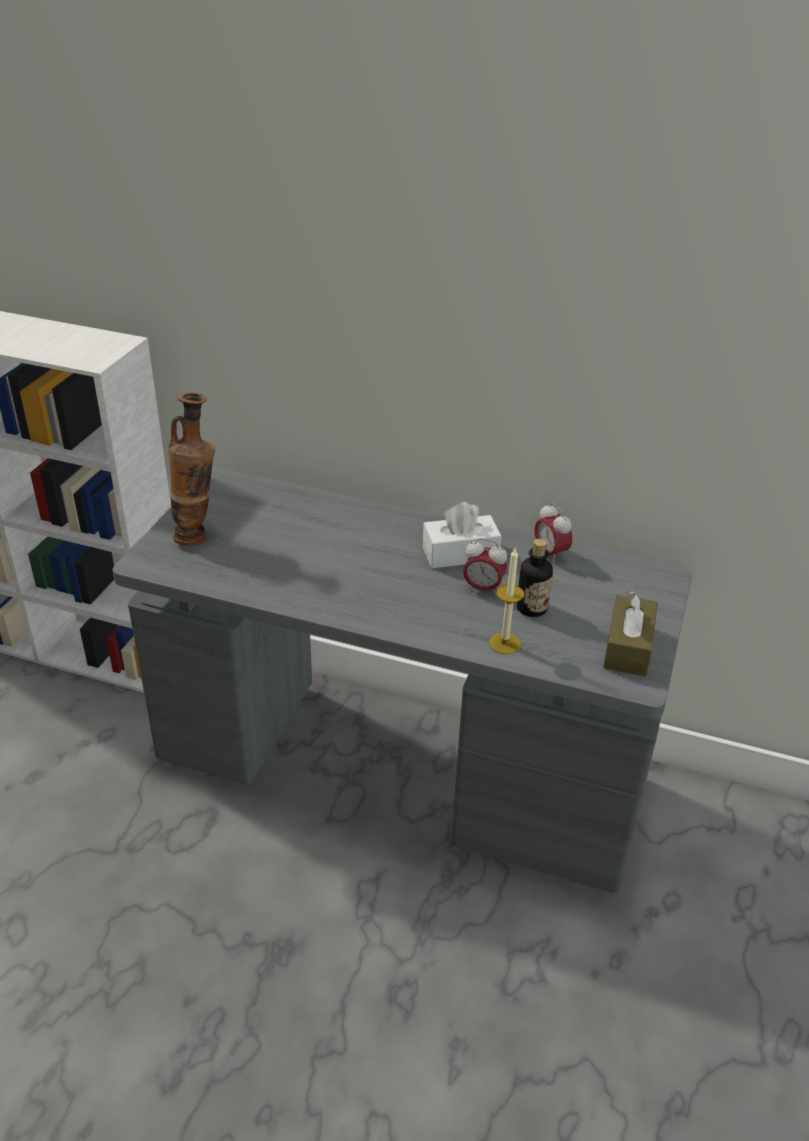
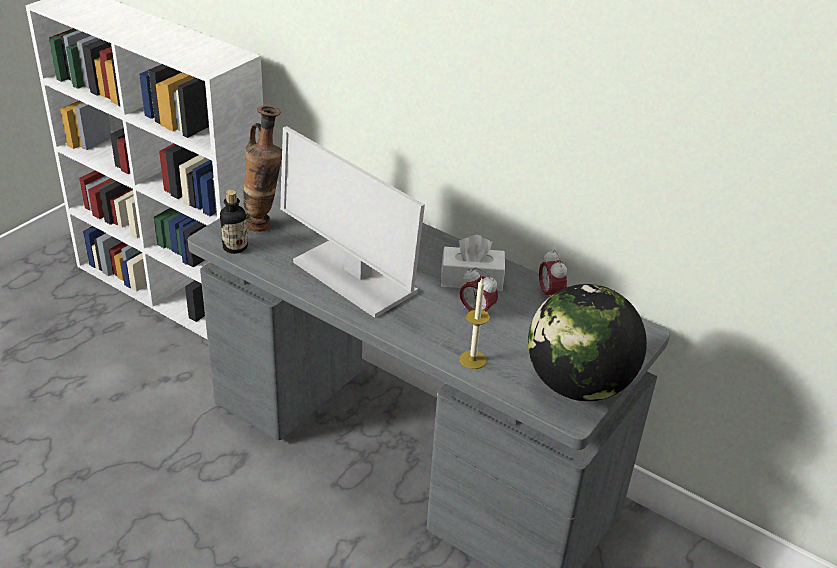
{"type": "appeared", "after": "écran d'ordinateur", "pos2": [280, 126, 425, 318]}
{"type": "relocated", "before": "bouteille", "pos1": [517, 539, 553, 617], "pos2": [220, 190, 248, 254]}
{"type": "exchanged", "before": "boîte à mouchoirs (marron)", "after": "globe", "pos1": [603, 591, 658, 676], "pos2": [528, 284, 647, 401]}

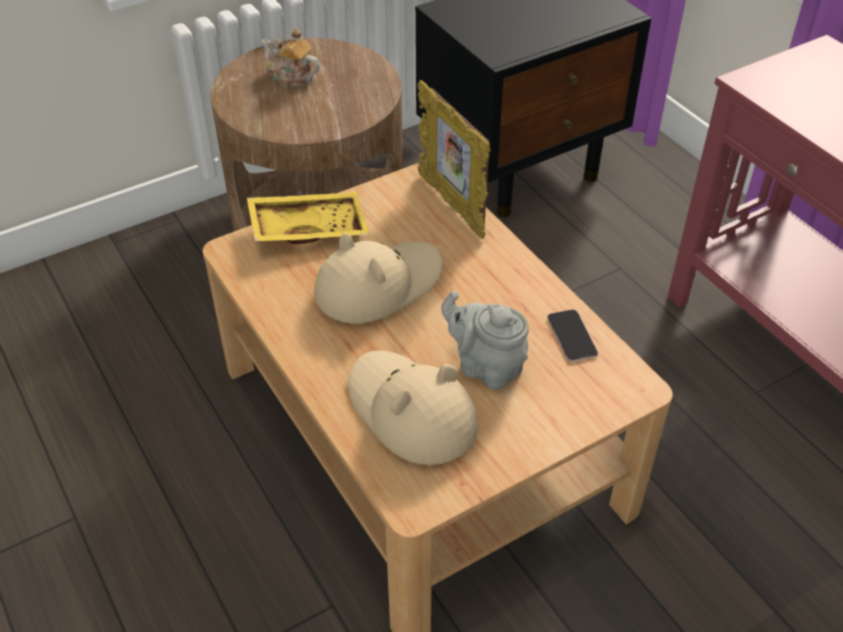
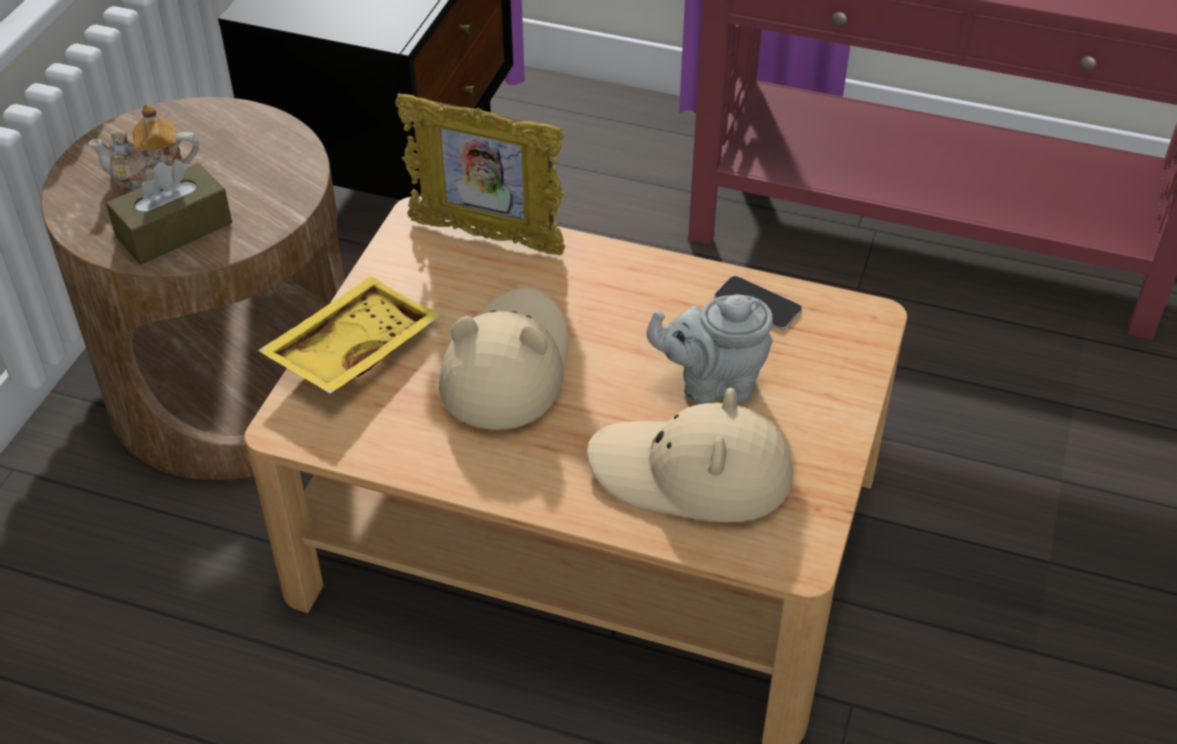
{"type": "appeared", "after": "boîte à mouchoirs (marron)", "pos2": [106, 160, 232, 265]}

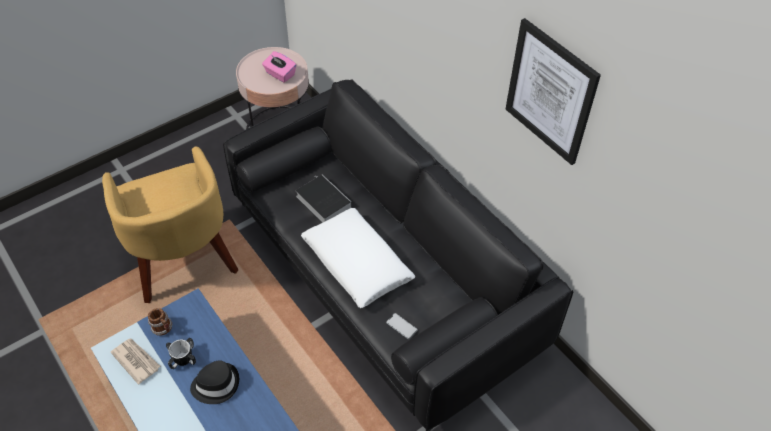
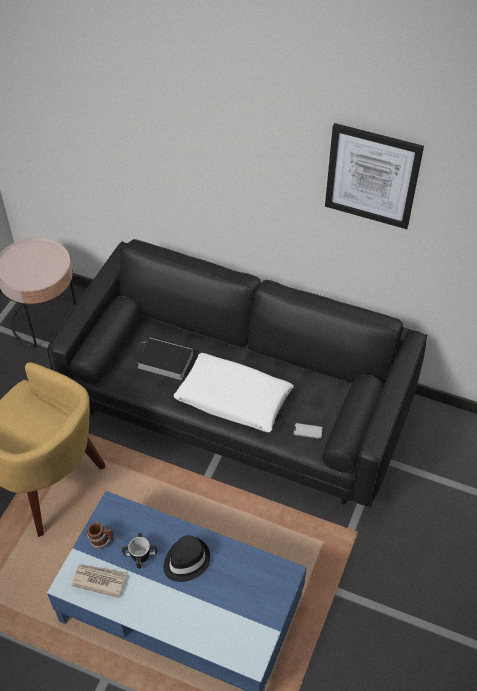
{"type": "missing", "before": "boîte à mouchoirs (rose)", "pos1": [262, 51, 296, 83]}

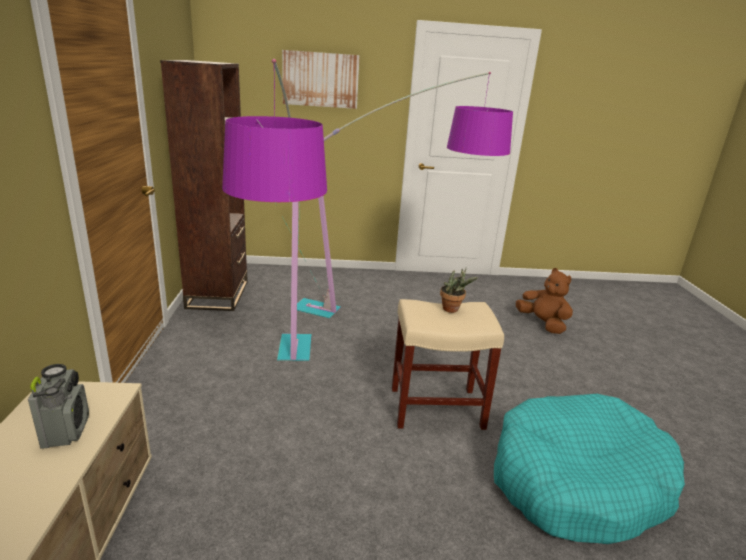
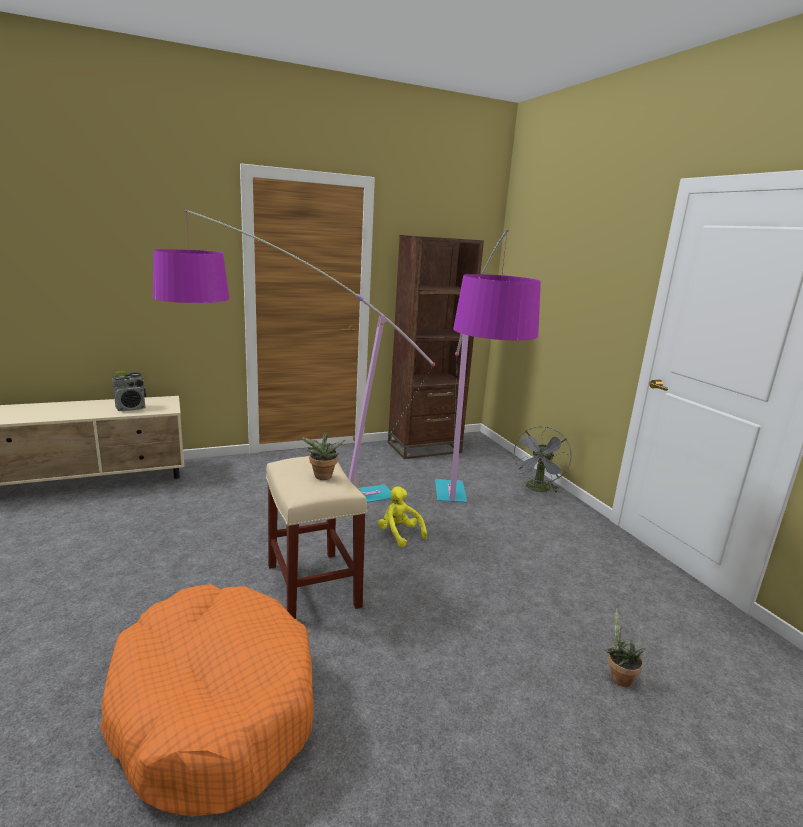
{"type": "missing", "before": "tableau", "pos1": [282, 50, 360, 109]}
{"type": "appeared", "after": "peluche (jaune)", "pos2": [378, 486, 427, 547]}
{"type": "appeared", "after": "ventilateur (gris)", "pos2": [513, 426, 572, 493]}
{"type": "exchanged", "before": "peluche (marron)", "after": "plante en pot", "pos1": [516, 268, 573, 334], "pos2": [605, 607, 645, 687]}
{"type": "colour", "before": "panier pour chien (turquoise)", "after": "panier pour chien (orange)", "pos1": [494, 394, 685, 544], "pos2": [100, 584, 314, 817]}

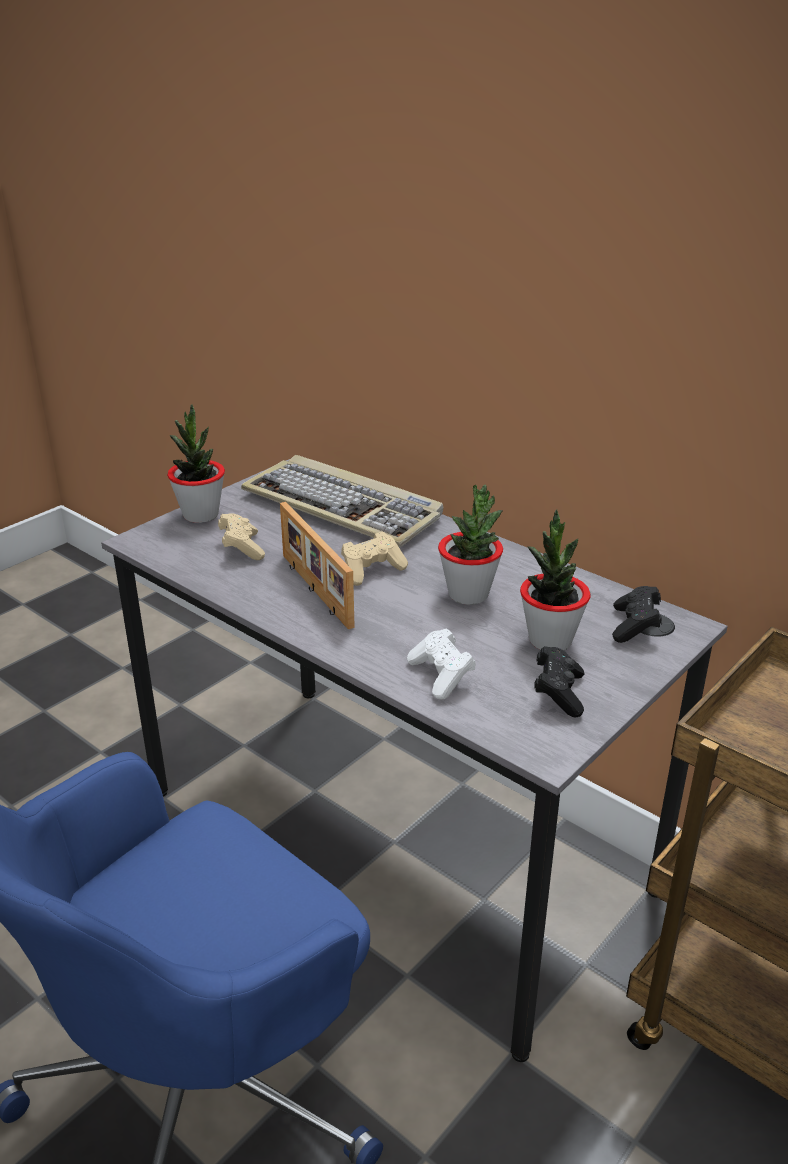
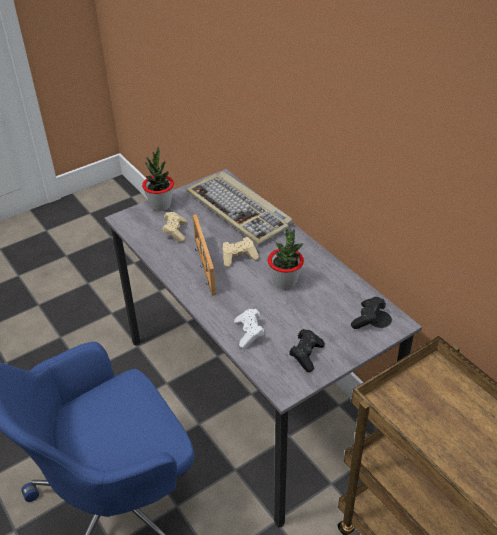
{"type": "missing", "before": "plante en pot", "pos1": [520, 509, 590, 651]}

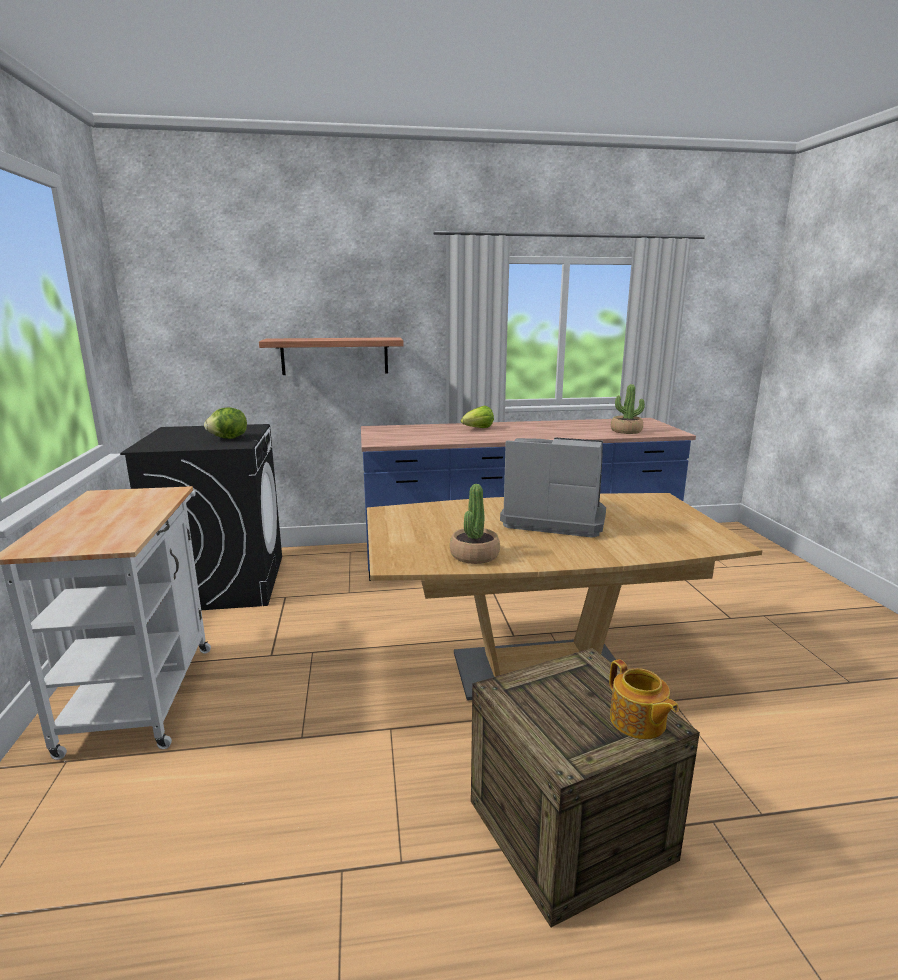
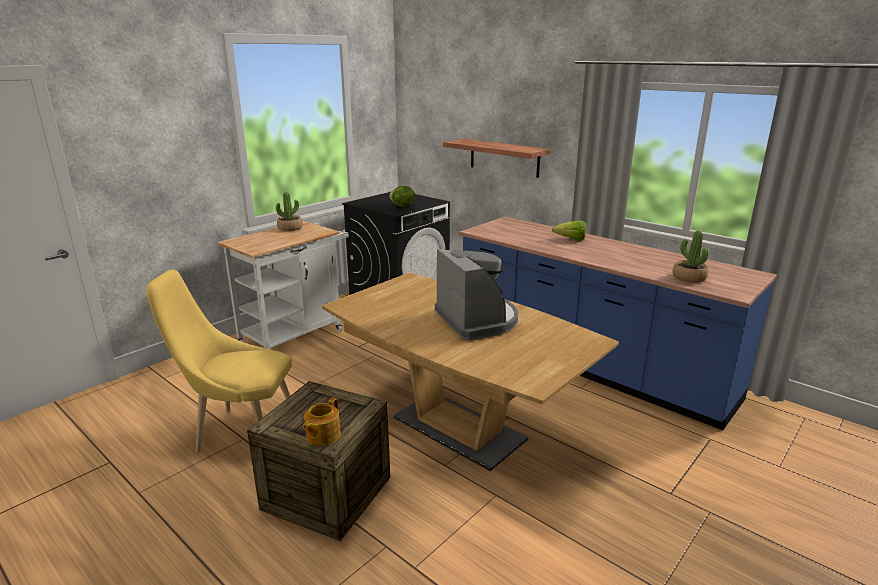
{"type": "appeared", "after": "chaise (jaune)", "pos2": [146, 270, 292, 452]}
{"type": "relocated", "before": "plante en pot", "pos1": [450, 484, 500, 564], "pos2": [276, 192, 303, 231]}

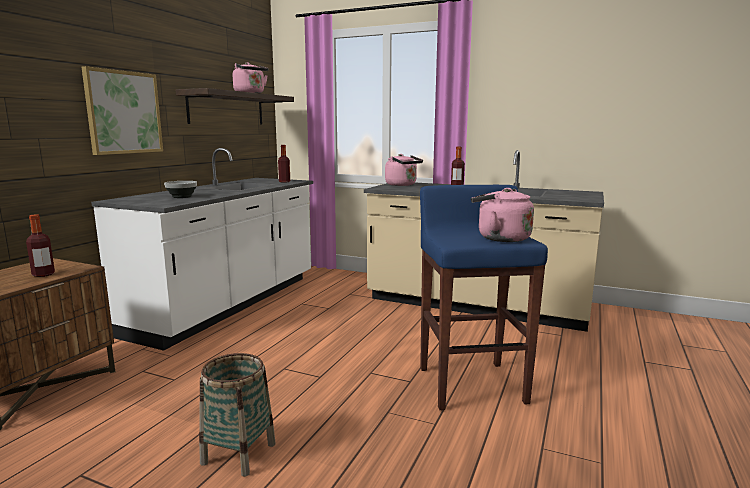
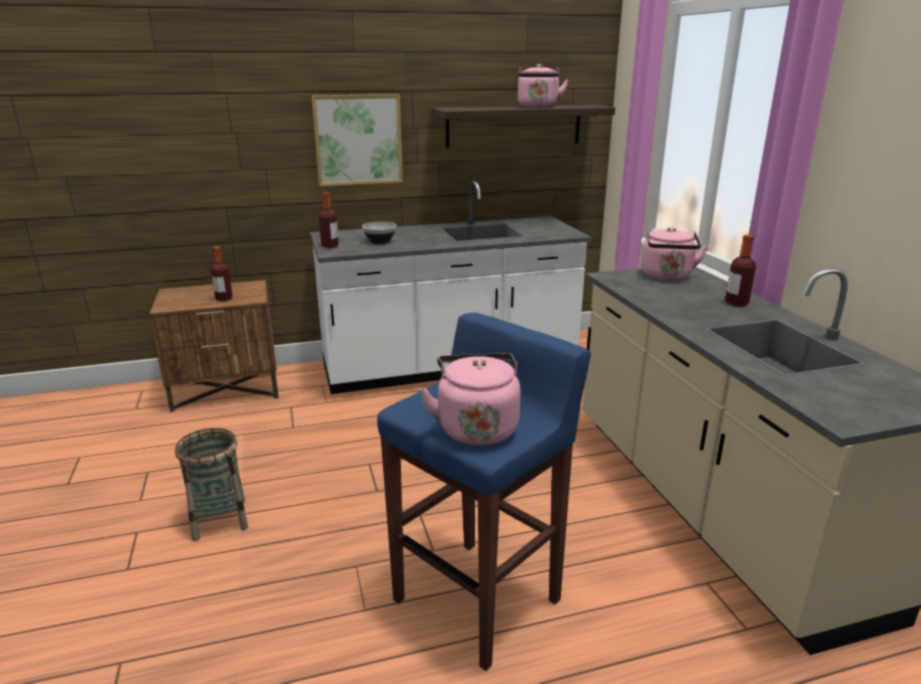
{"type": "relocated", "before": "bouteille", "pos1": [278, 145, 290, 183], "pos2": [319, 192, 339, 248]}

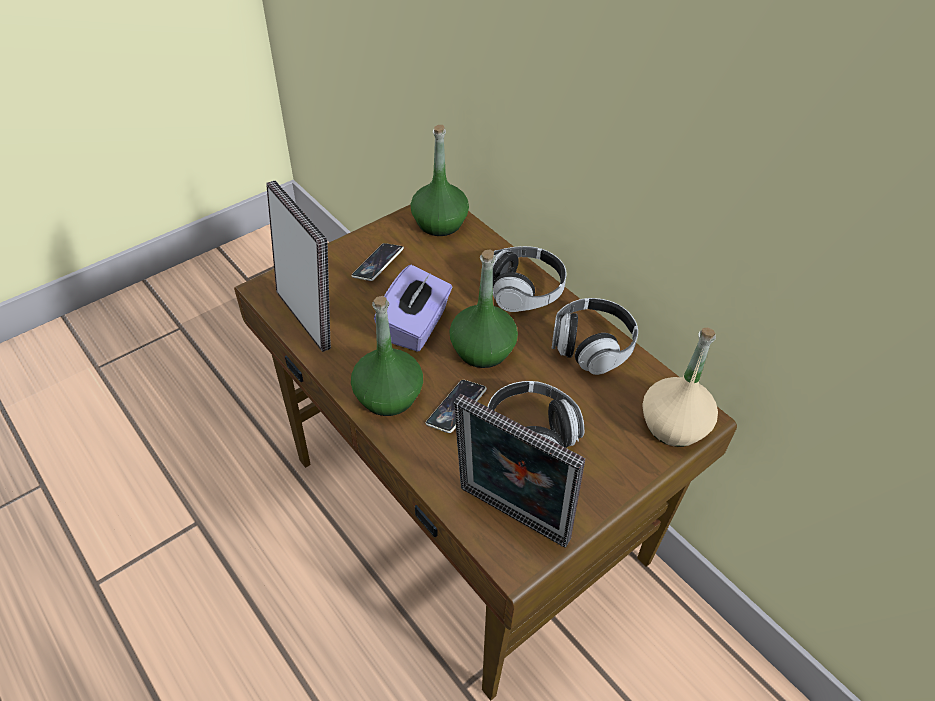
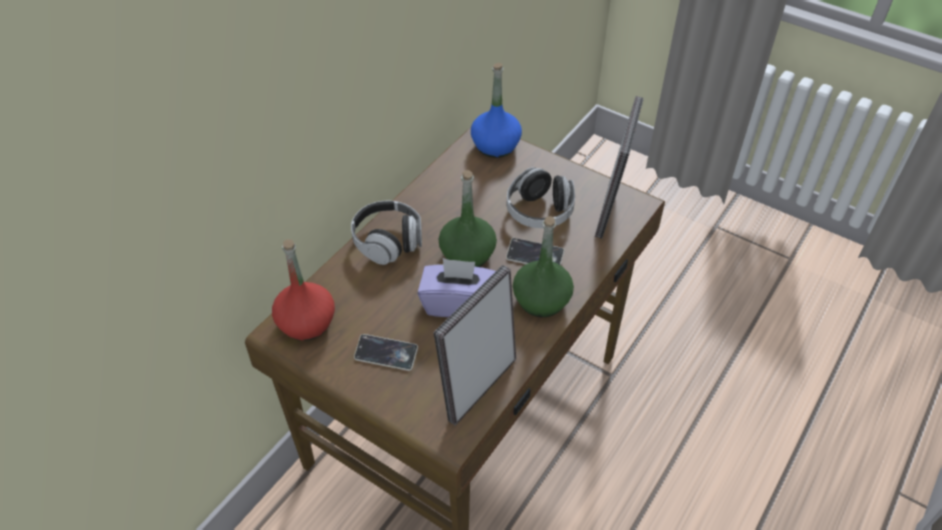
{"type": "missing", "before": "casque audio", "pos1": [552, 298, 638, 375]}
{"type": "colour", "before": "bouteille (vert)", "after": "bouteille (rouge)", "pos1": [411, 125, 469, 236], "pos2": [272, 239, 335, 341]}
{"type": "colour", "before": "bouteille (beige)", "after": "bouteille (bleu)", "pos1": [642, 327, 718, 447], "pos2": [471, 63, 522, 158]}

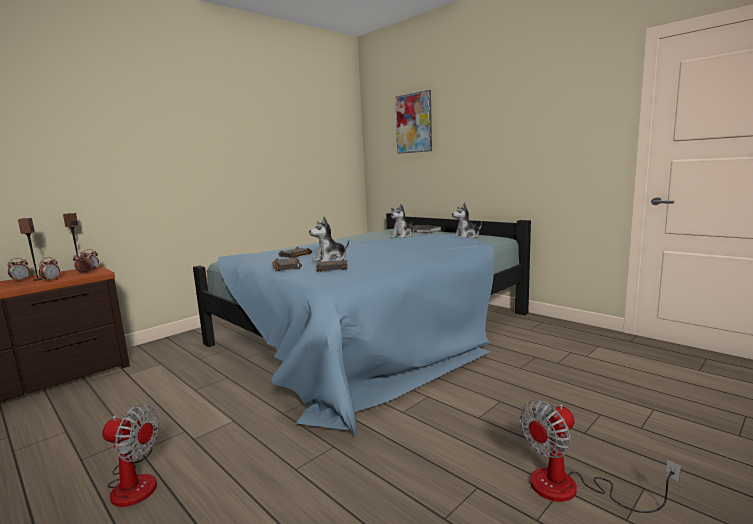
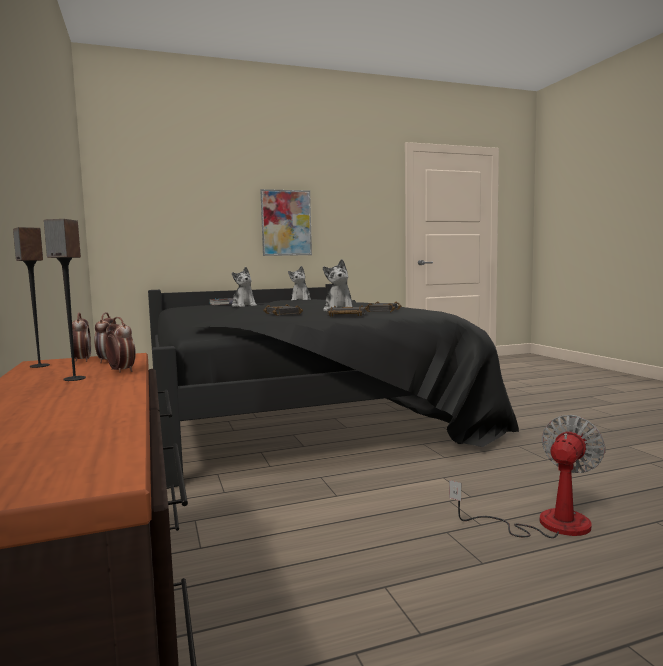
{"type": "missing", "before": "réveil", "pos1": [7, 258, 30, 282]}
{"type": "missing", "before": "ventilateur", "pos1": [520, 400, 681, 513]}
{"type": "relocated", "before": "tableau", "pos1": [395, 90, 432, 154], "pos2": [260, 189, 312, 256]}
{"type": "colour", "before": "lit (bleu)", "after": "lit (noir)", "pos1": [193, 213, 531, 436], "pos2": [148, 284, 519, 487]}

